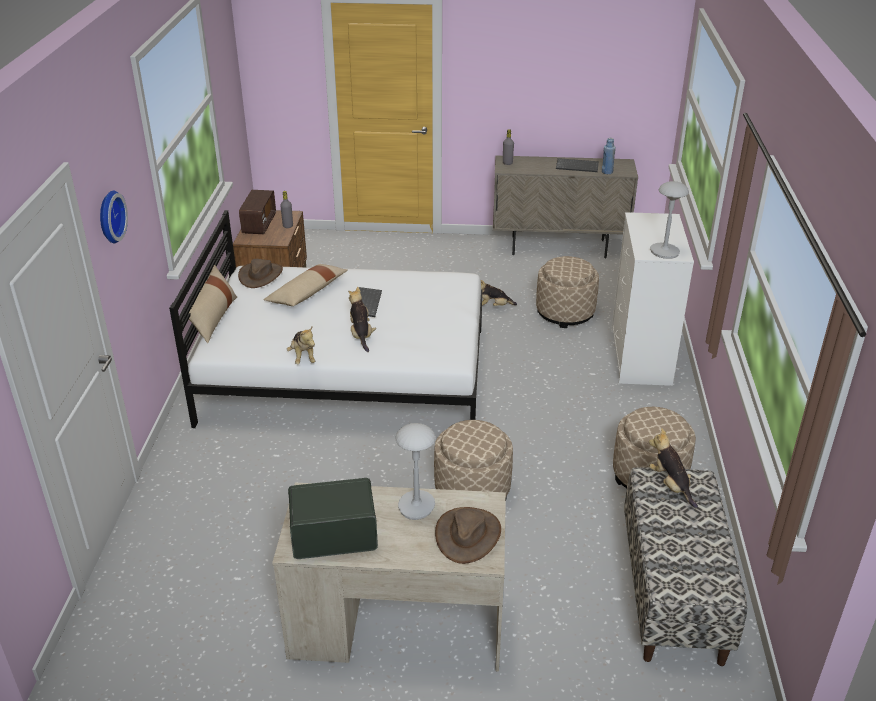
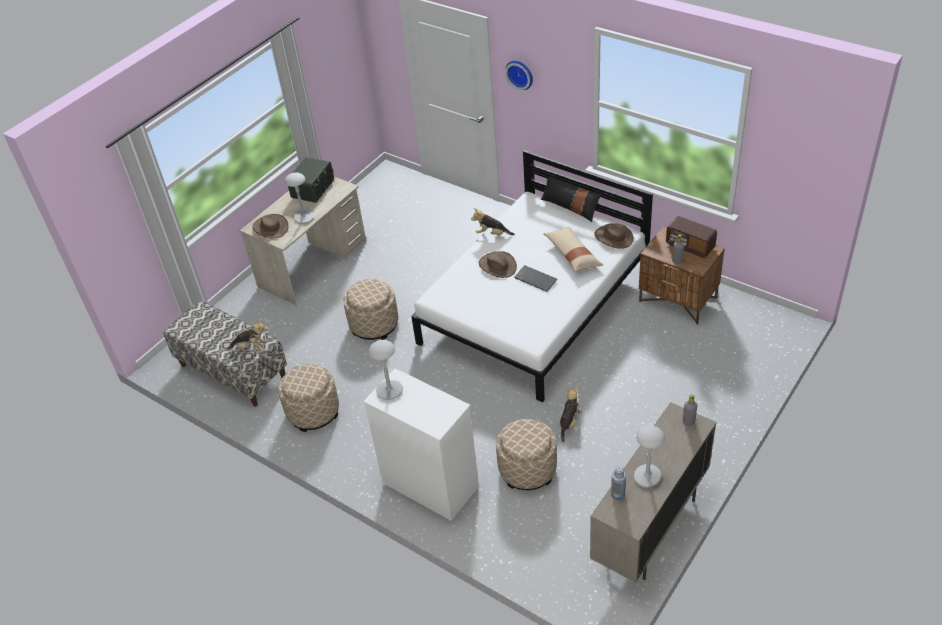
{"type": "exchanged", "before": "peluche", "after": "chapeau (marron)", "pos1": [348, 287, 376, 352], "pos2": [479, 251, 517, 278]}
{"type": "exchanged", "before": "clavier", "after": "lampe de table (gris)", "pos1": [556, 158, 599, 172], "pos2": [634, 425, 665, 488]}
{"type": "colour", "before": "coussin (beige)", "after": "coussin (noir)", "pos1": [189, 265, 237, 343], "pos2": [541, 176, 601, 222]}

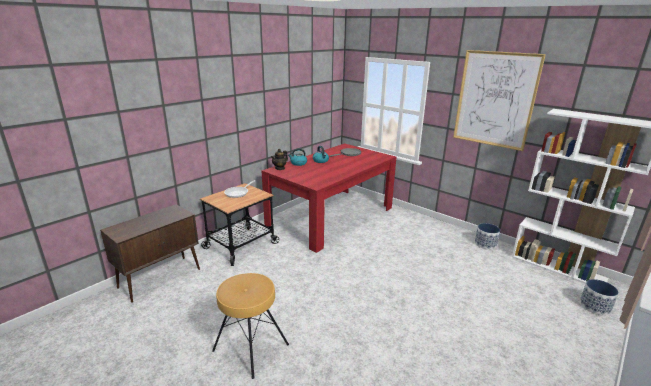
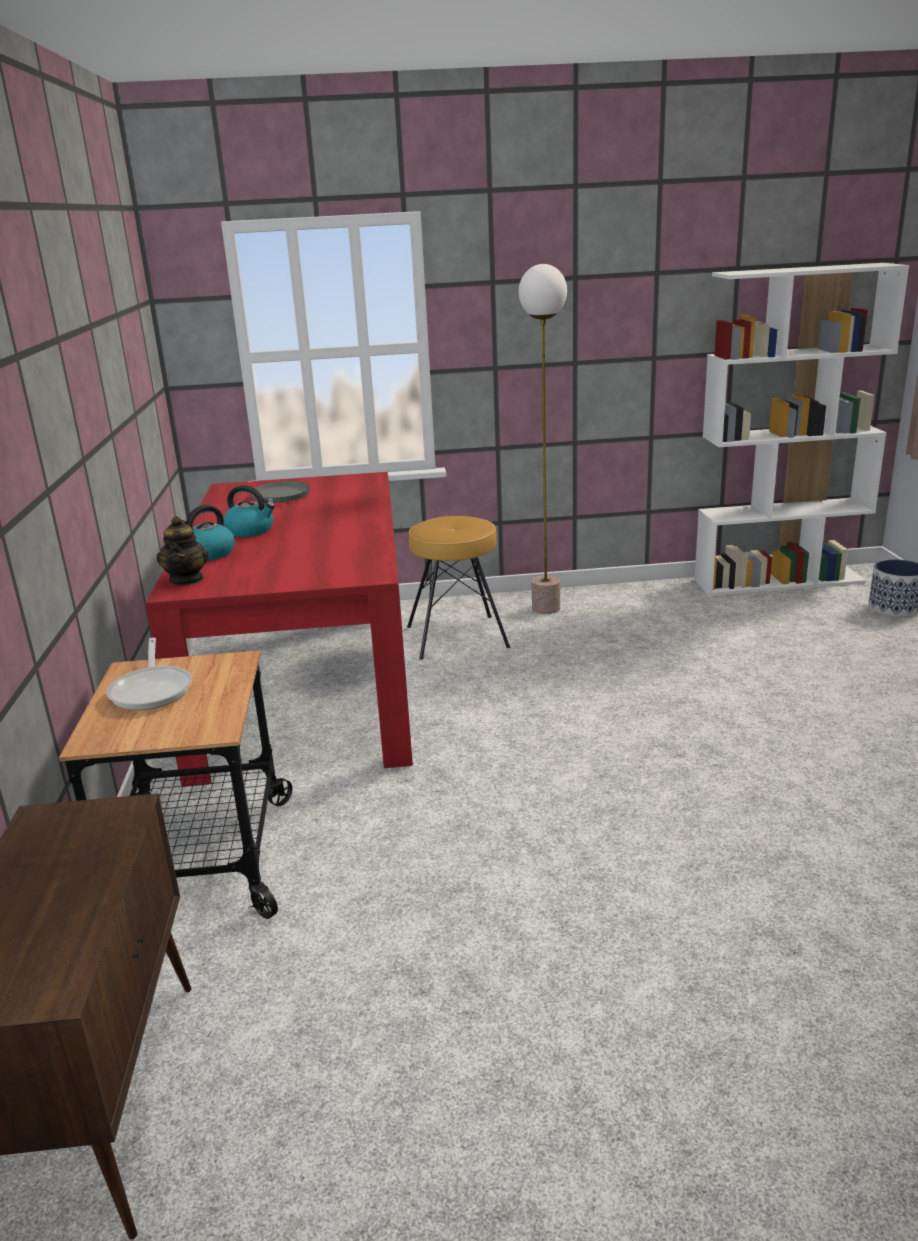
{"type": "missing", "before": "tableau", "pos1": [453, 50, 546, 151]}
{"type": "missing", "before": "cache-pot", "pos1": [475, 223, 500, 250]}
{"type": "appeared", "after": "lampadaire", "pos2": [519, 264, 567, 614]}
{"type": "relocated", "before": "tabouret (marron)", "pos1": [212, 273, 289, 379], "pos2": [407, 516, 510, 660]}

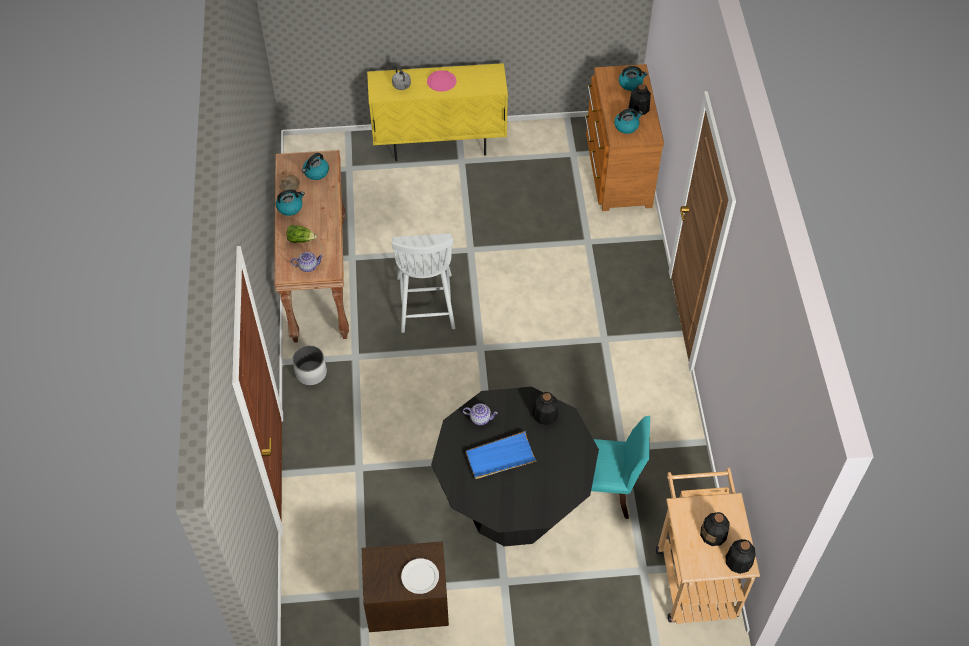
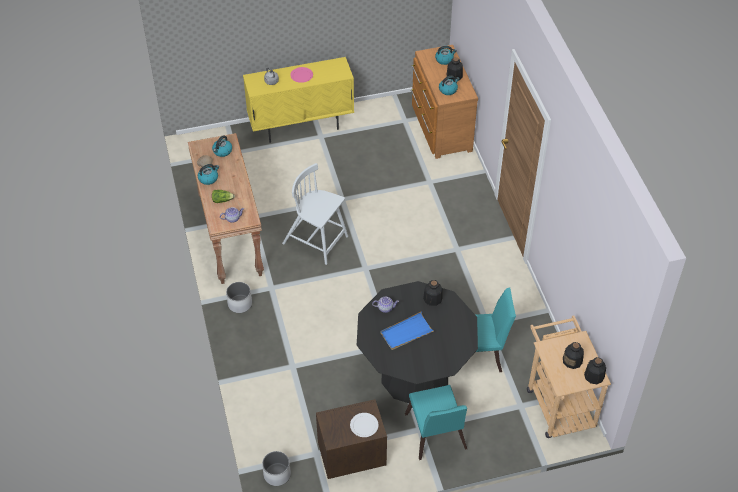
{"type": "appeared", "after": "cache-pot (blanc)", "pos2": [262, 451, 291, 486]}
{"type": "appeared", "after": "chaise (turquoise)", "pos2": [405, 385, 467, 460]}
{"type": "spun", "before": "chaise (blanc)", "pos1": [392, 233, 455, 333], "pos2": [282, 163, 348, 265], "turn": 135}

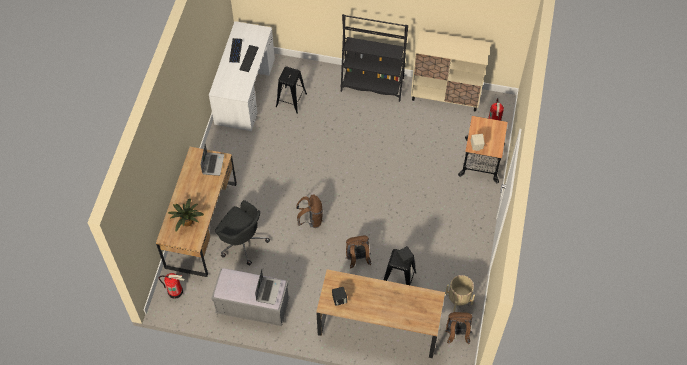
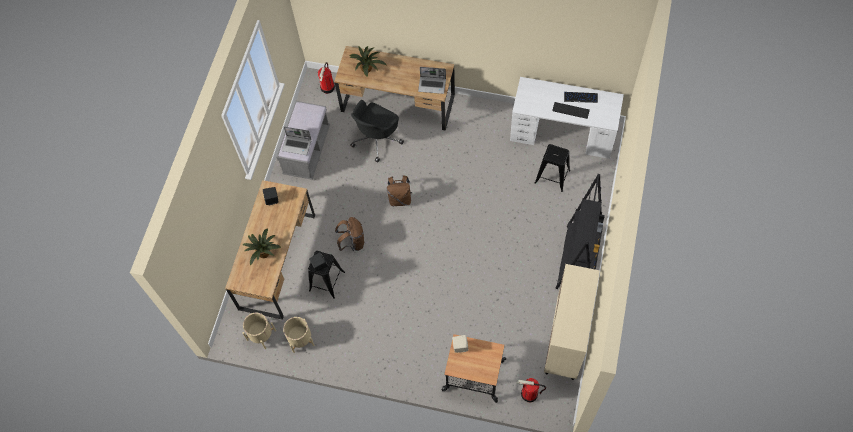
{"type": "appeared", "after": "plante en pot", "pos2": [243, 229, 281, 266]}
{"type": "exchanged", "before": "sac à dos (marron)", "after": "cache-pot (beige)", "pos1": [445, 312, 472, 344], "pos2": [242, 313, 276, 349]}

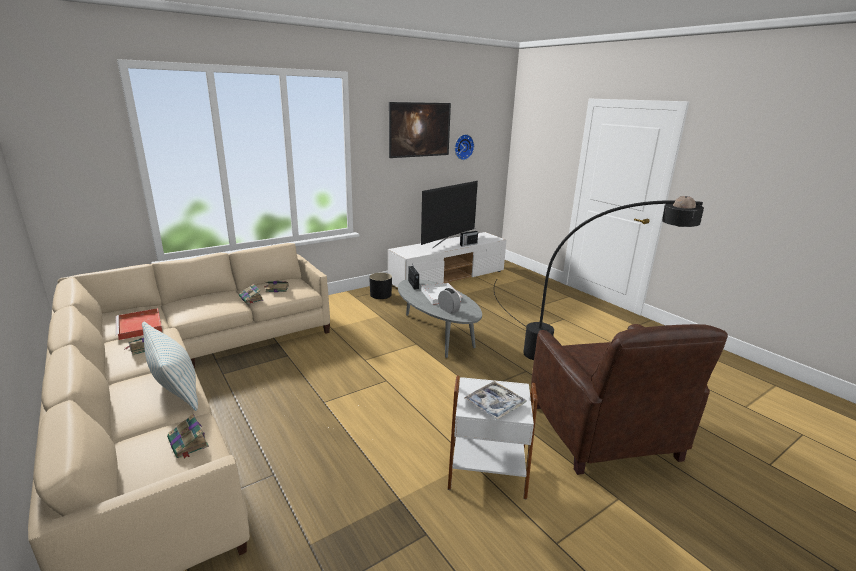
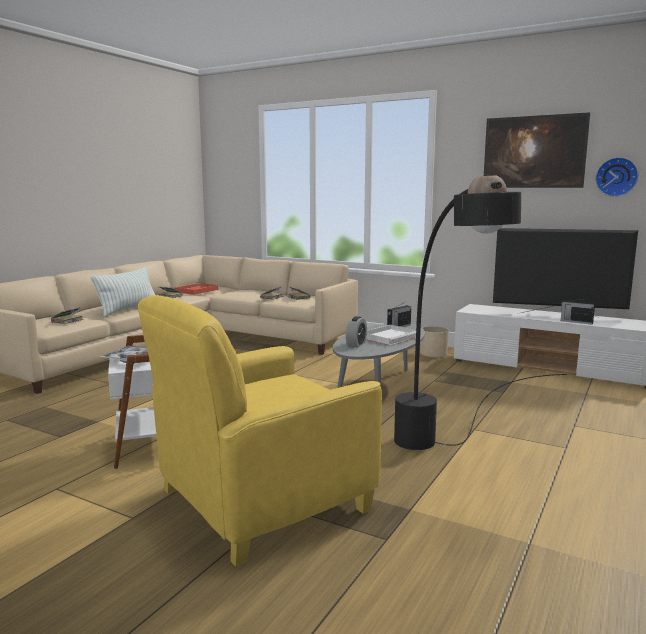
{"type": "colour", "before": "cache-pot (noir)", "after": "cache-pot (beige)", "pos1": [369, 273, 392, 299], "pos2": [420, 326, 449, 357]}
{"type": "colour", "before": "fauteuil (marron)", "after": "fauteuil (jaune)", "pos1": [531, 324, 728, 475], "pos2": [138, 295, 382, 567]}

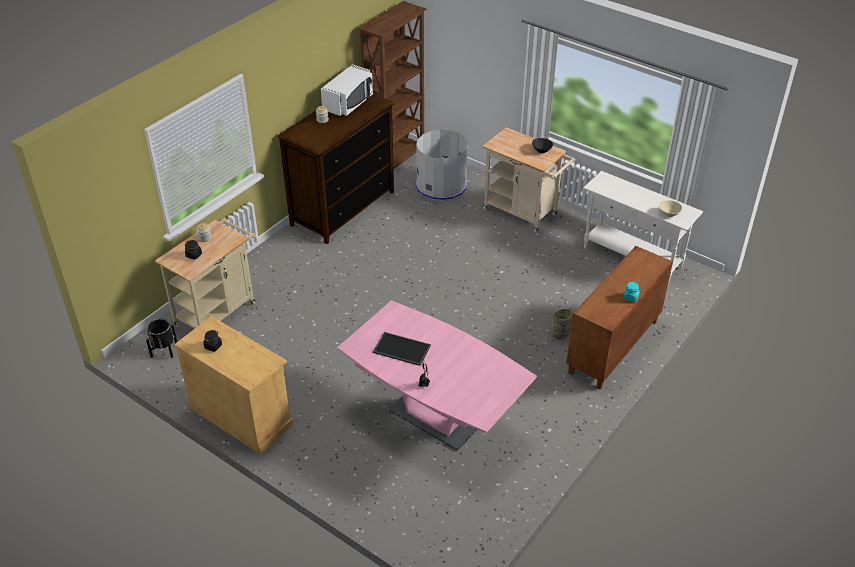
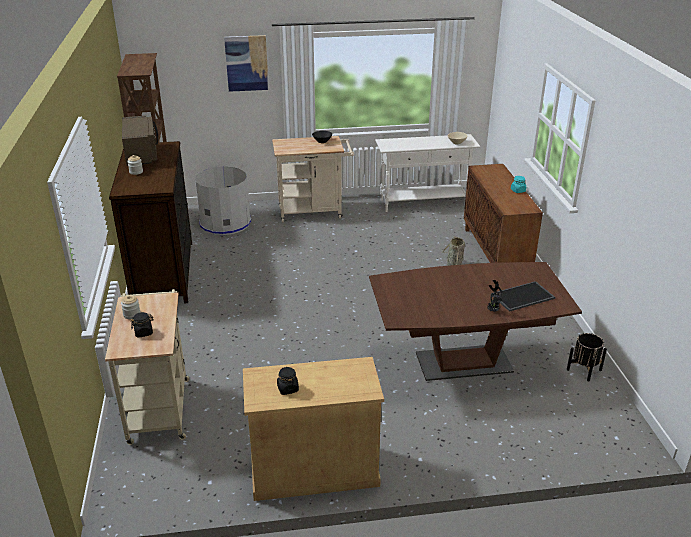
{"type": "appeared", "after": "tableau", "pos2": [224, 35, 269, 92]}
{"type": "relocated", "before": "cache-pot (noir)", "pos1": [146, 319, 177, 358], "pos2": [567, 333, 607, 382]}
{"type": "relocated", "before": "plateau", "pos1": [373, 332, 431, 366], "pos2": [491, 281, 555, 312]}
{"type": "colour", "before": "micro-ondes (blanc)", "after": "micro-ondes (marron)", "pos1": [321, 64, 373, 117], "pos2": [122, 115, 158, 166]}
{"type": "colour", "before": "table à manger (rose)", "after": "table à manger (marron)", "pos1": [337, 300, 537, 451], "pos2": [369, 262, 582, 381]}

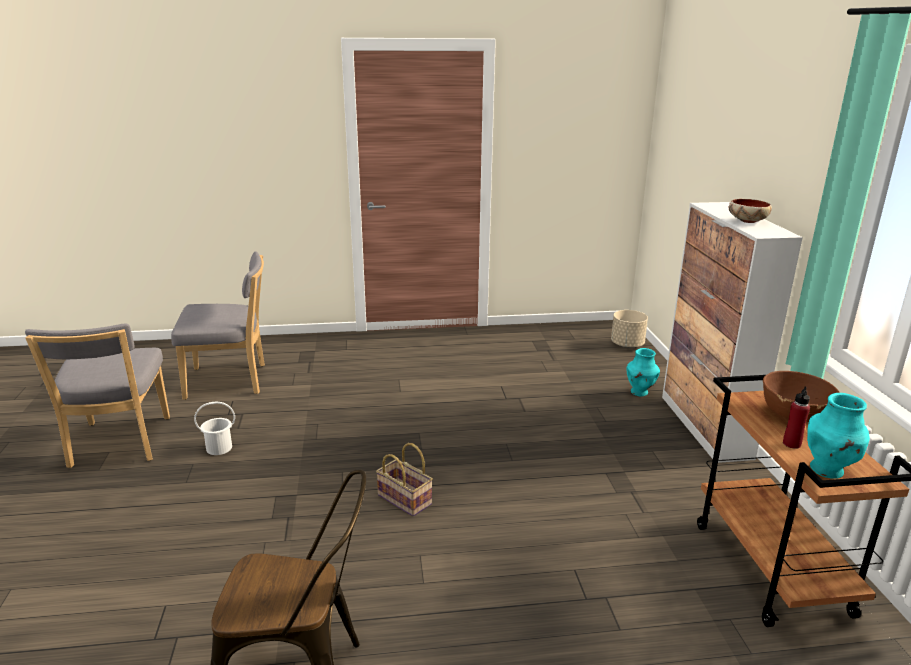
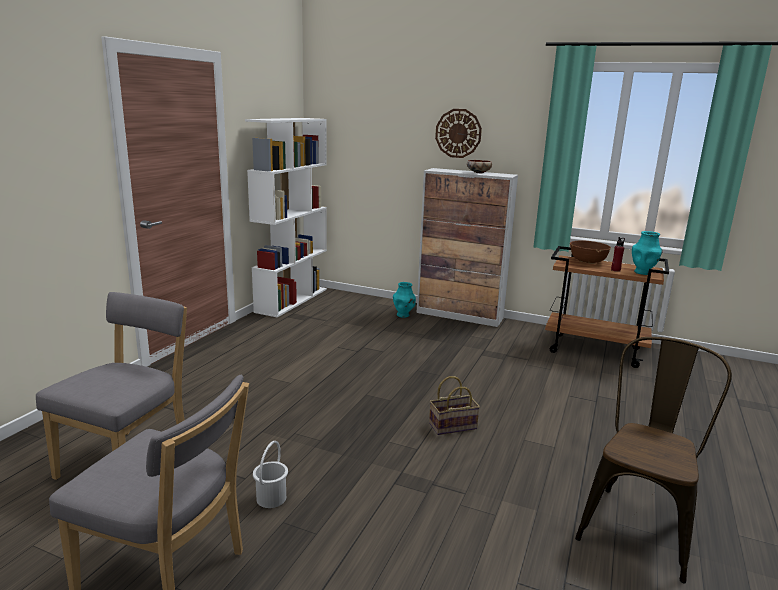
{"type": "missing", "before": "cache-pot (beige)", "pos1": [611, 310, 648, 348]}
{"type": "appeared", "after": "bibliothèque (blanc)", "pos2": [245, 118, 327, 317]}
{"type": "appeared", "after": "horloge murale", "pos2": [435, 109, 482, 158]}

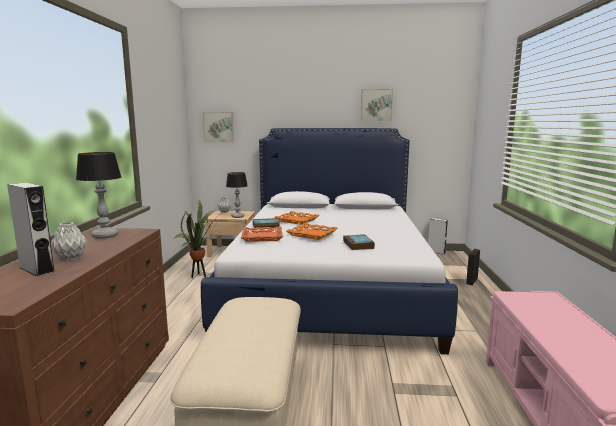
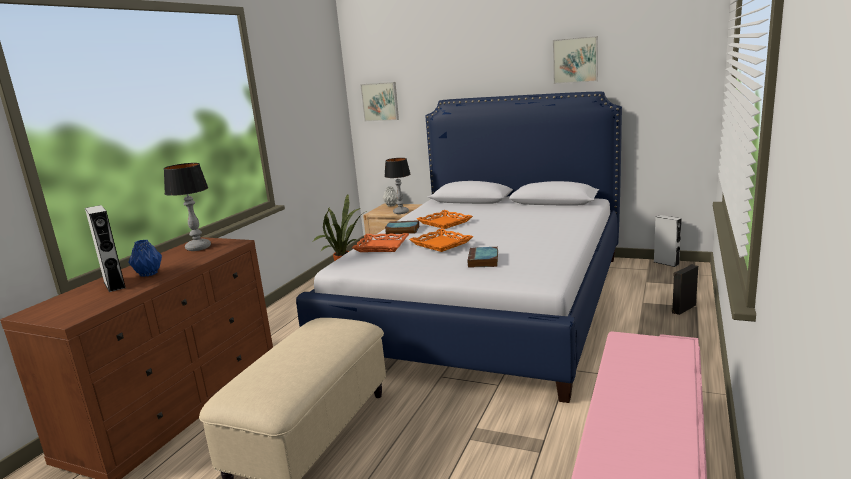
{"type": "colour", "before": "vase (gris)", "after": "vase (bleu)", "pos1": [51, 222, 87, 261], "pos2": [128, 240, 162, 277]}

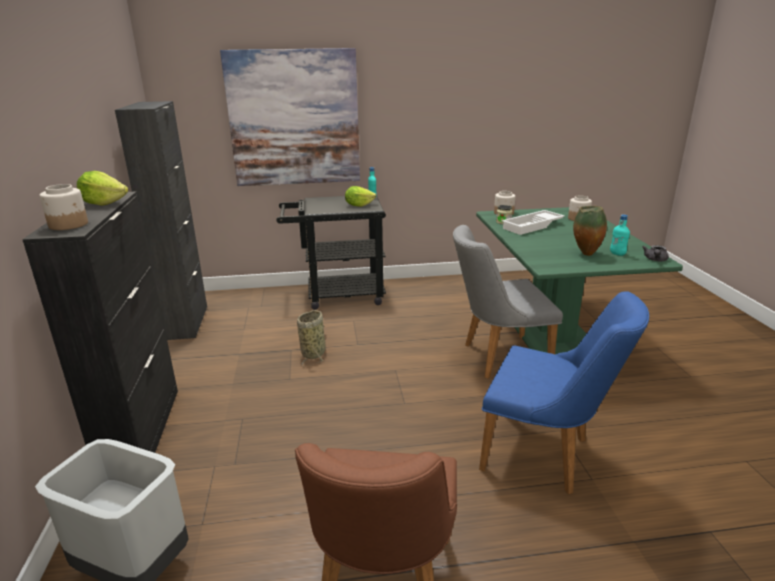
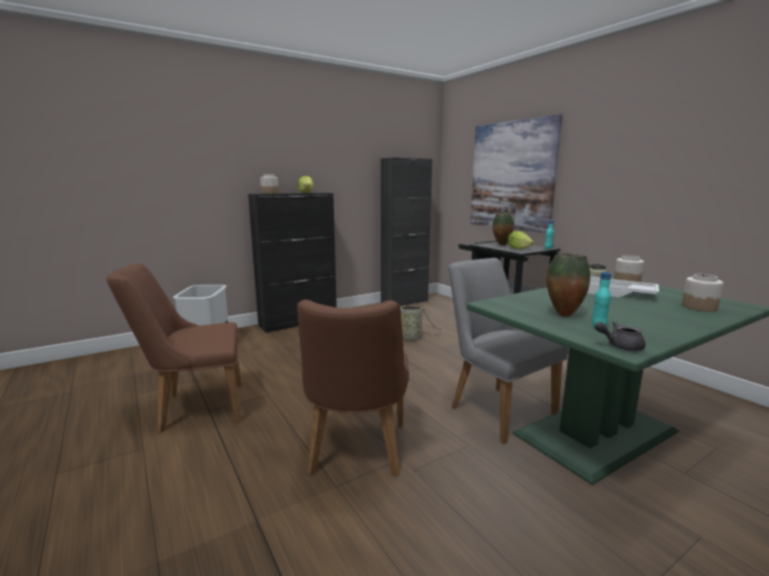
{"type": "appeared", "after": "vase", "pos2": [492, 213, 514, 246]}
{"type": "colour", "before": "chaise (bleu)", "after": "chaise (marron)", "pos1": [479, 291, 649, 495], "pos2": [297, 300, 409, 477]}

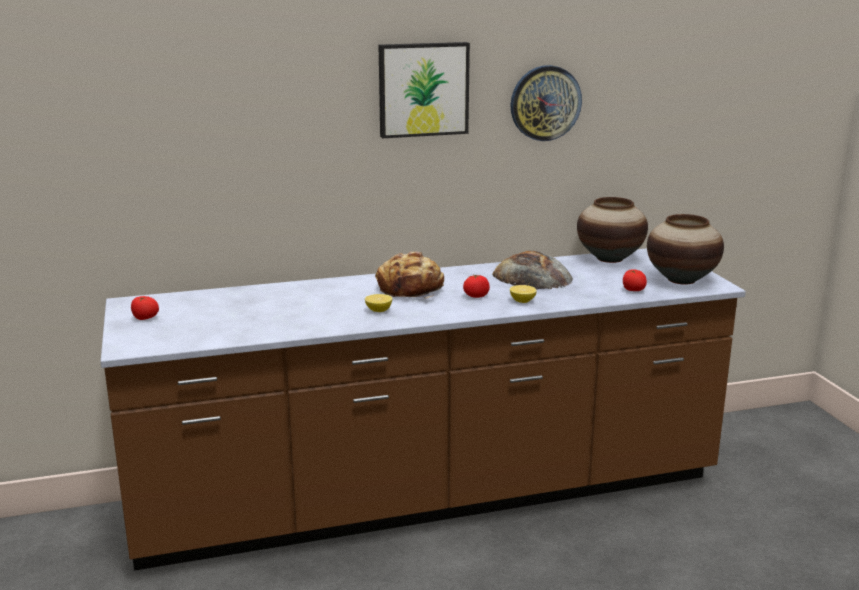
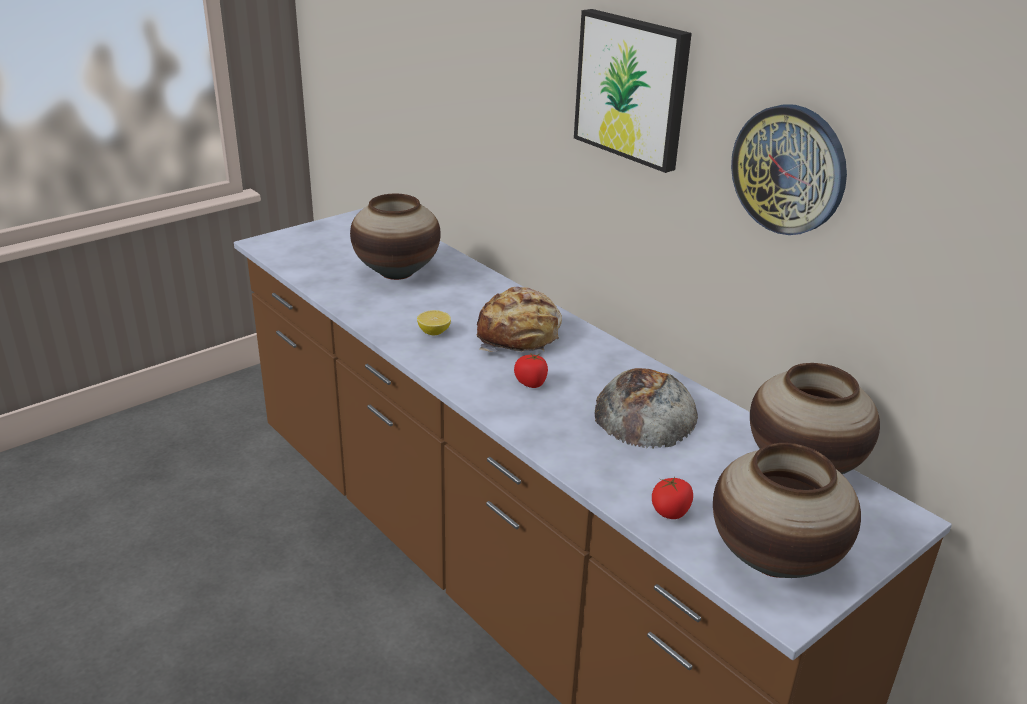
{"type": "missing", "before": "tomate", "pos1": [131, 296, 159, 320]}
{"type": "missing", "before": "citron", "pos1": [510, 285, 537, 303]}
{"type": "appeared", "after": "vase", "pos2": [350, 194, 441, 280]}

